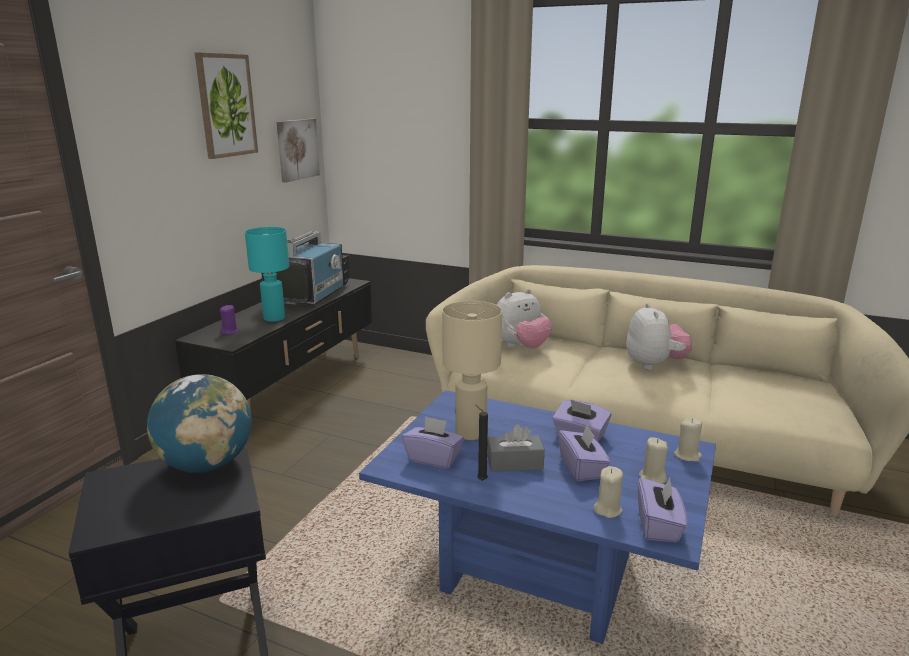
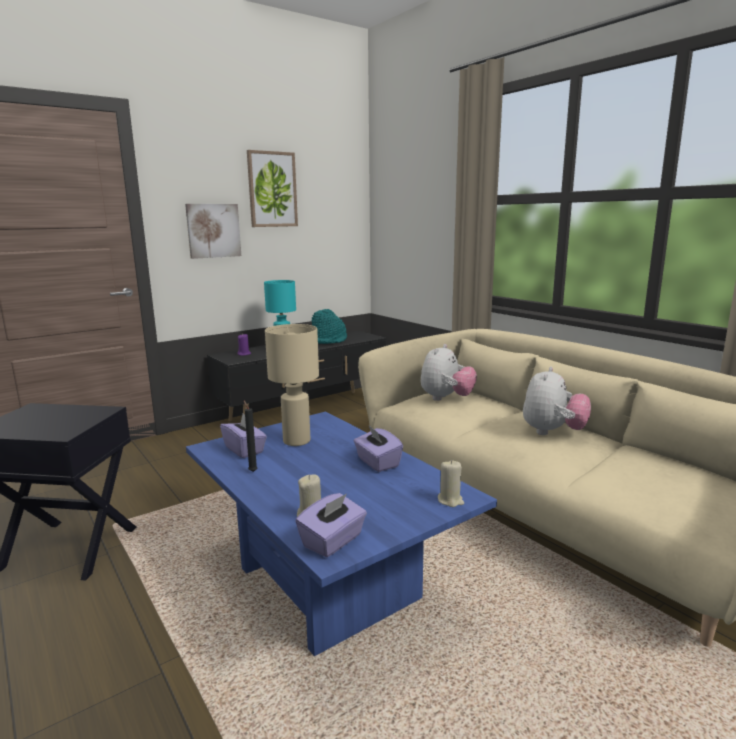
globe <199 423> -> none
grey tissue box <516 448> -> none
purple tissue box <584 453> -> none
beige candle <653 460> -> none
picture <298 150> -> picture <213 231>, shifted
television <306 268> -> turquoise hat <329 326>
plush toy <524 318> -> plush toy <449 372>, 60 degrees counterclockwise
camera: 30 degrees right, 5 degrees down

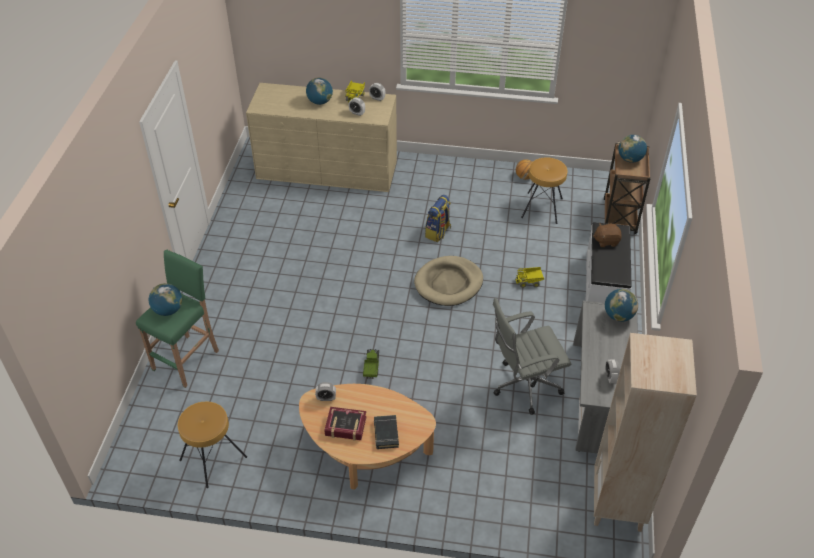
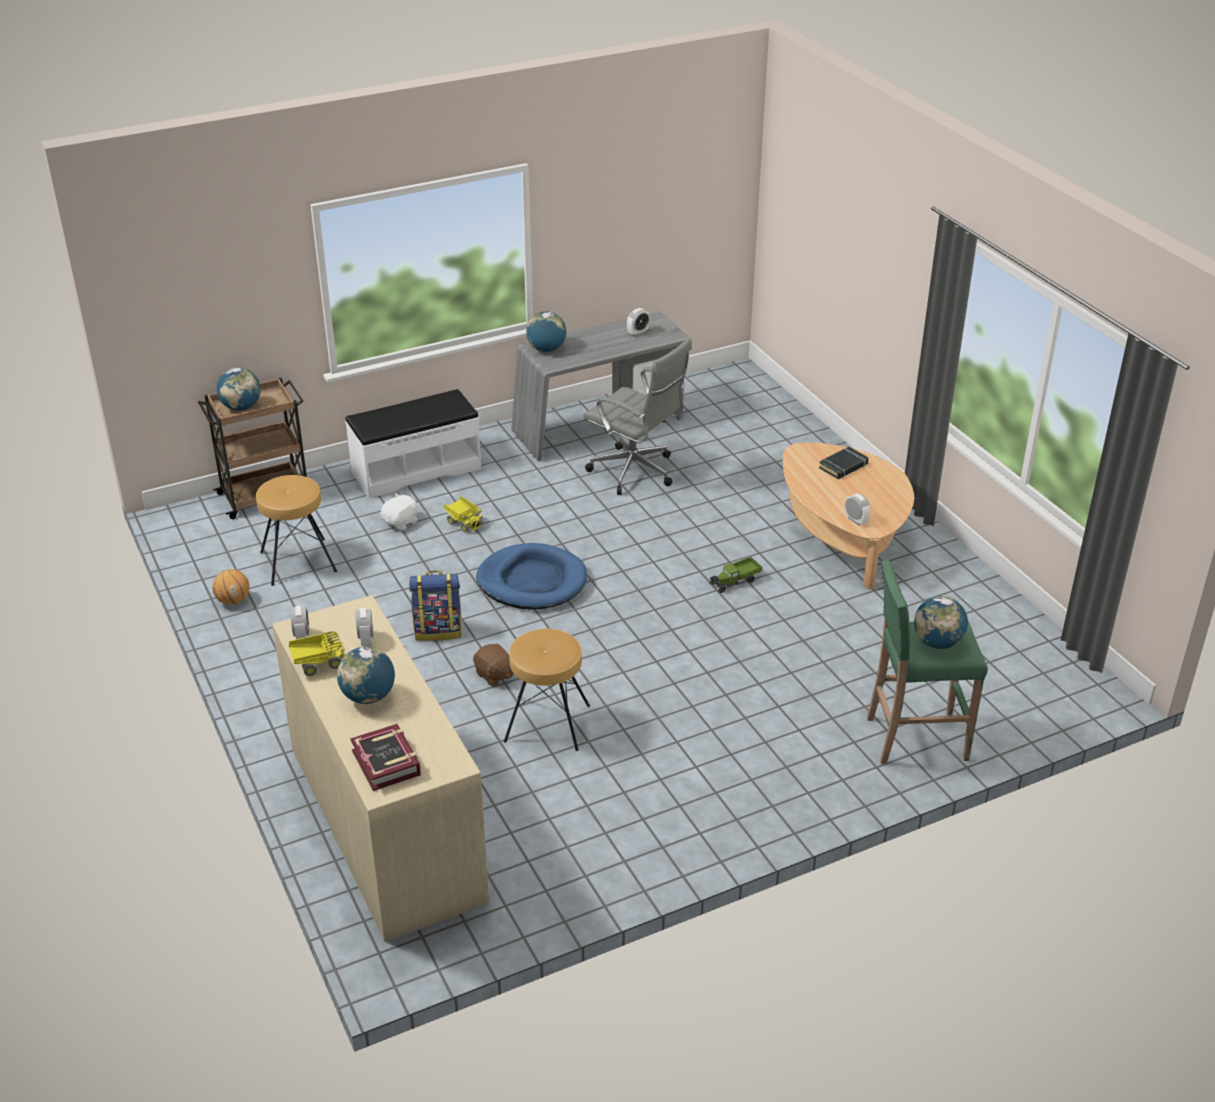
beige bookcase <645 432> -> none
none -> white plush toy <399 512>
brown stool <212 445> -> brown stool <547 689>, shifted
book <345 424> -> book <385 757>, shifted
brown plush toy <607 235> -> brown plush toy <493 665>, shifted
beige dog bed <448 281> -> blue dog bed <531 576>
camera: 125 degrees left, 10 degrees down

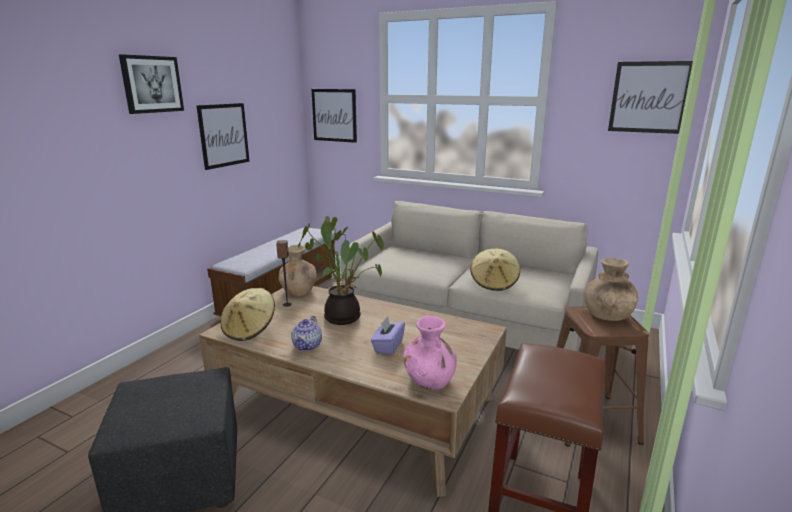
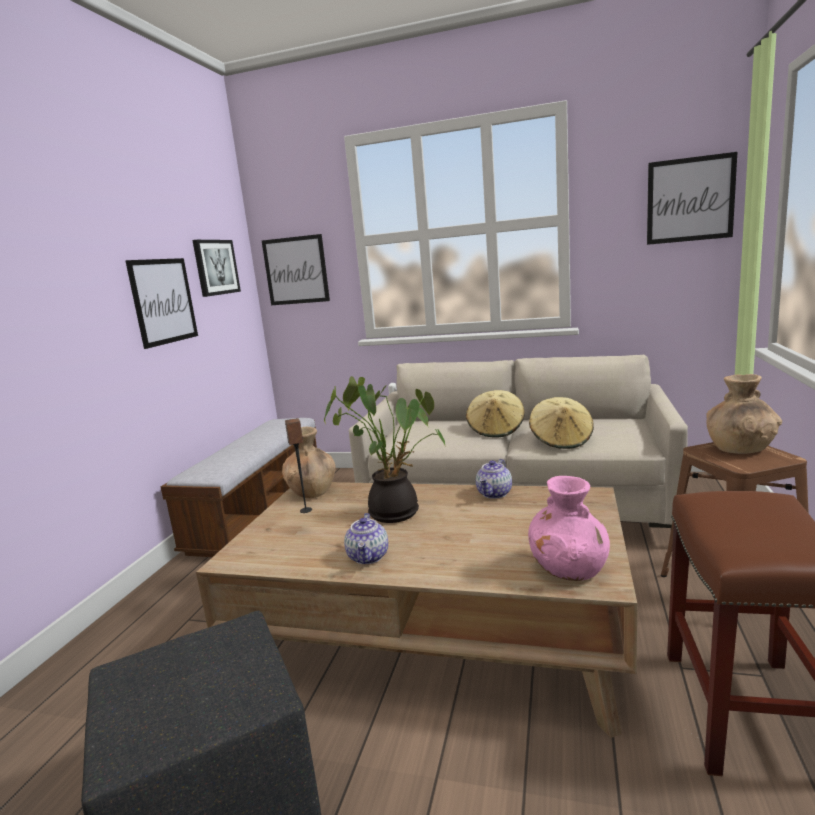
purple tissue box <388 335> -> none
none -> teapot <494 479>
picture <151 84> -> picture <216 268>, shifted
beige hat <247 314> -> beige hat <495 414>, shifted
camera: 10 degrees left, 5 degrees down

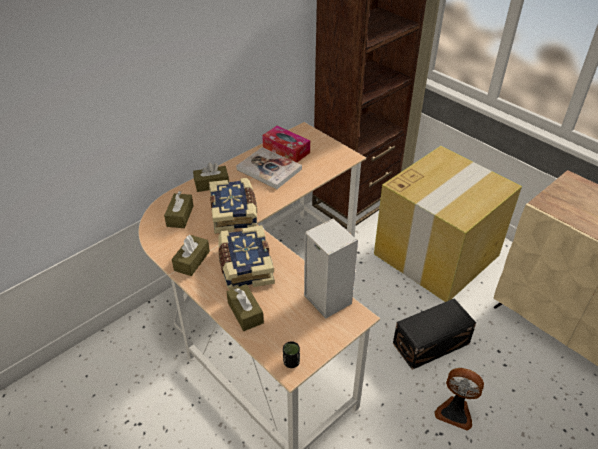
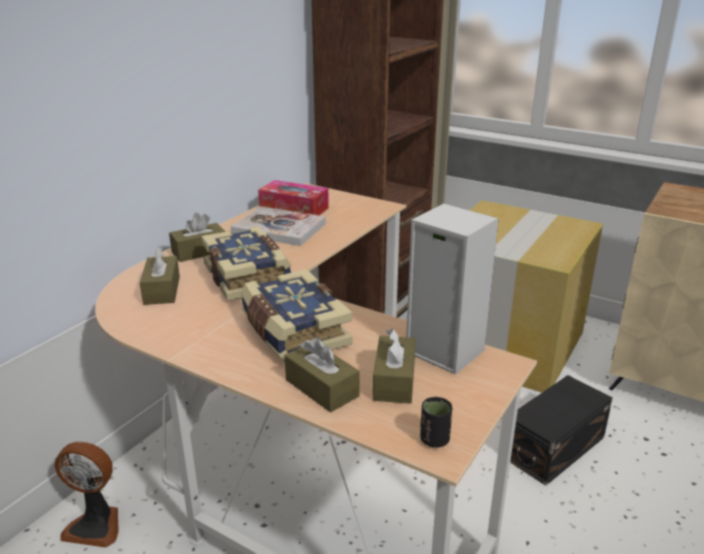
brown tissue box <191 255> -> brown tissue box <394 366>, shifted
fan <459 399> -> fan <86 495>, shifted
camera: 15 degrees left, 15 degrees down

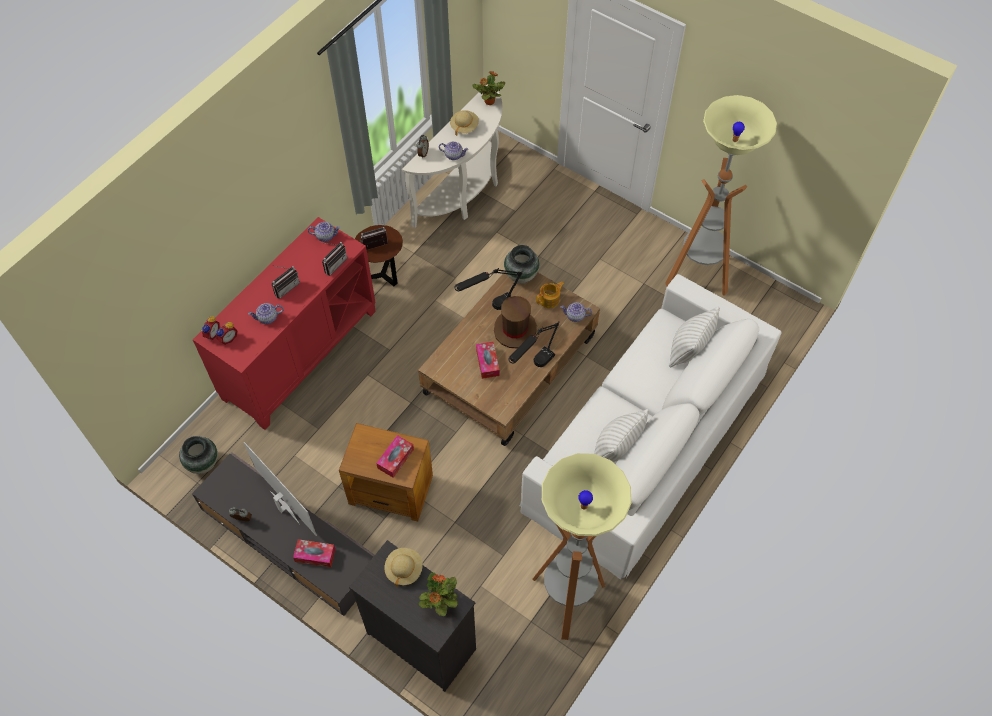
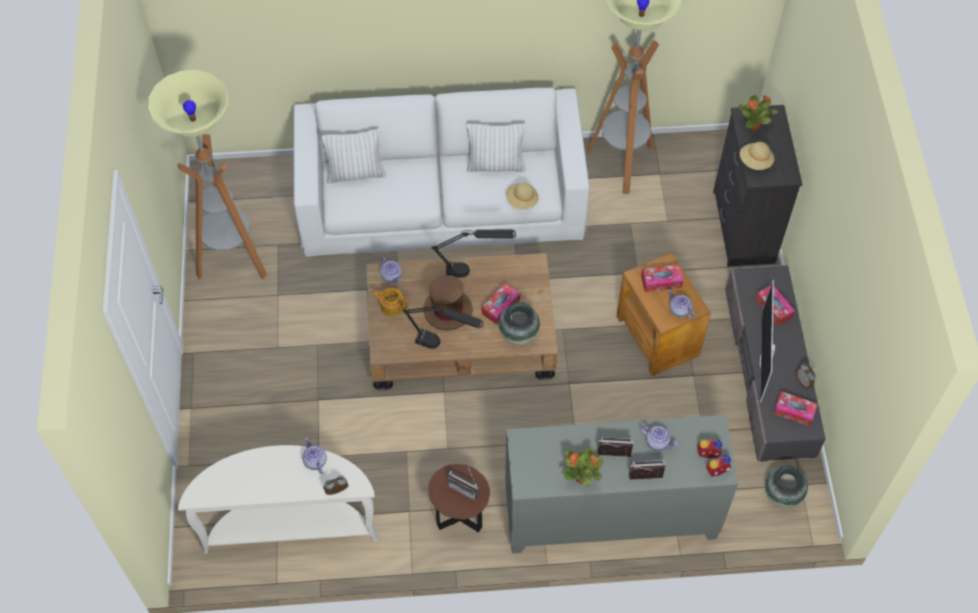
none -> tissue box <795 408>
teapot <324 232> -> teapot <681 304>, shifted
radio <334 259> -> radio <647 470>, shifted
beige hat <464 123> -> beige hat <522 196>, shifted
potted plant <489 88> -> potted plant <583 466>, shifted
vase <521 264> -> vase <519 323>, shifted
red cabinet <284 323> -> grey cabinet <621 484>
camera: 130 degrees left, 0 degrees up

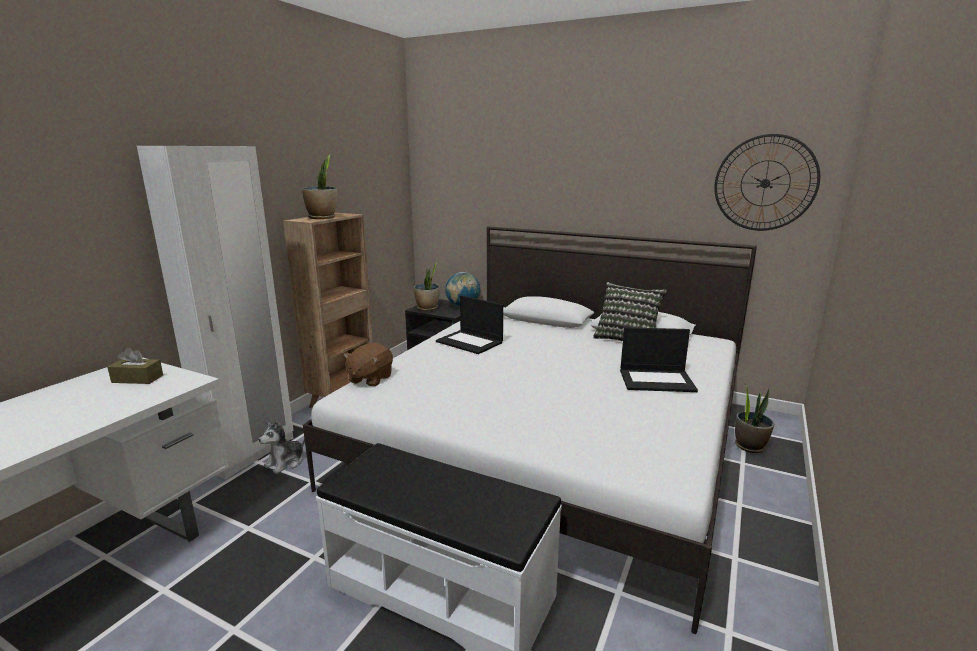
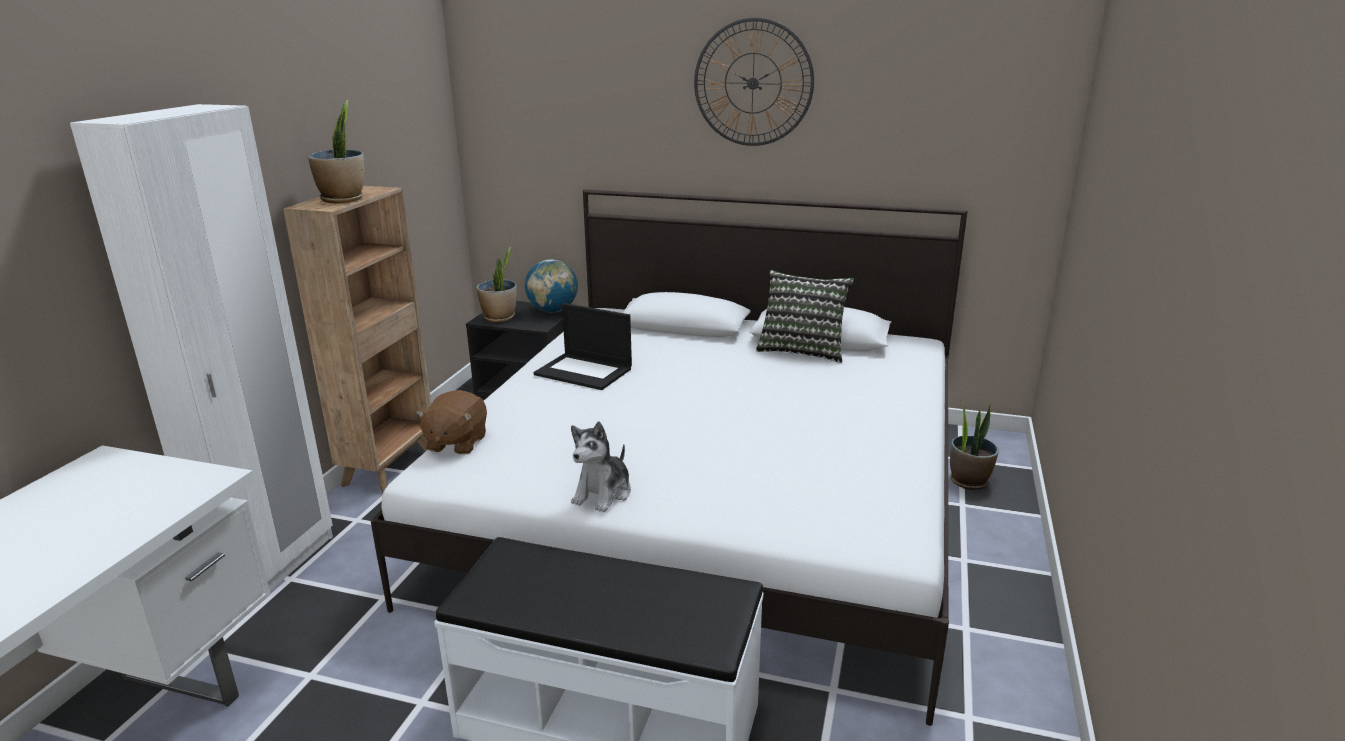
brown tissue box <135 366> -> none
laptop <659 359> -> none
plush toy <282 447> -> plush toy <601 466>, shifted
wall clock <767 182> -> wall clock <754 82>, shifted
camera: 10 degrees left, 5 degrees up

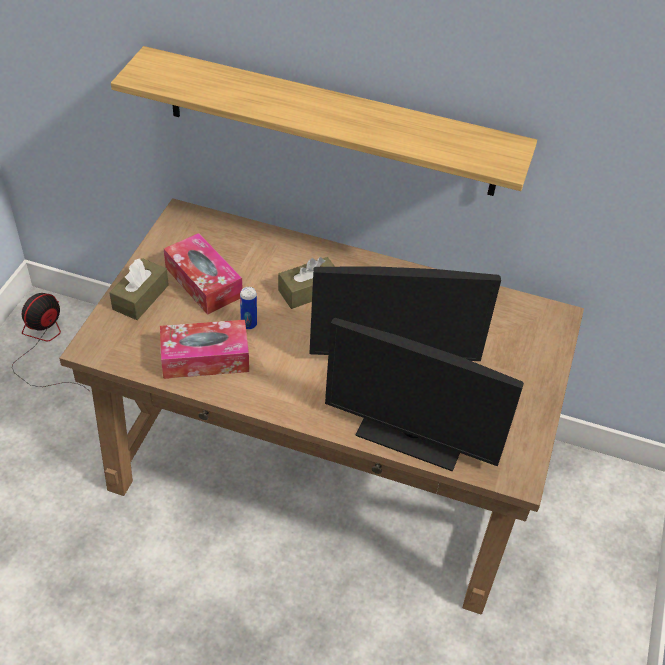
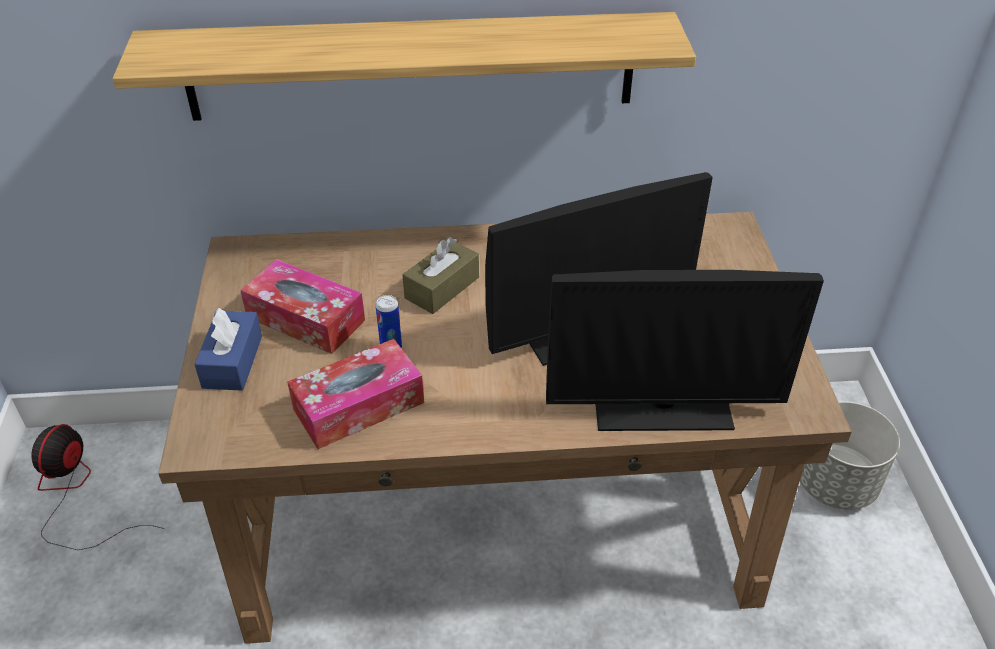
none -> grey planter <850 455>
brown tissue box <139 289> -> blue tissue box <228 349>
camera: 20 degrees left, 5 degrees down

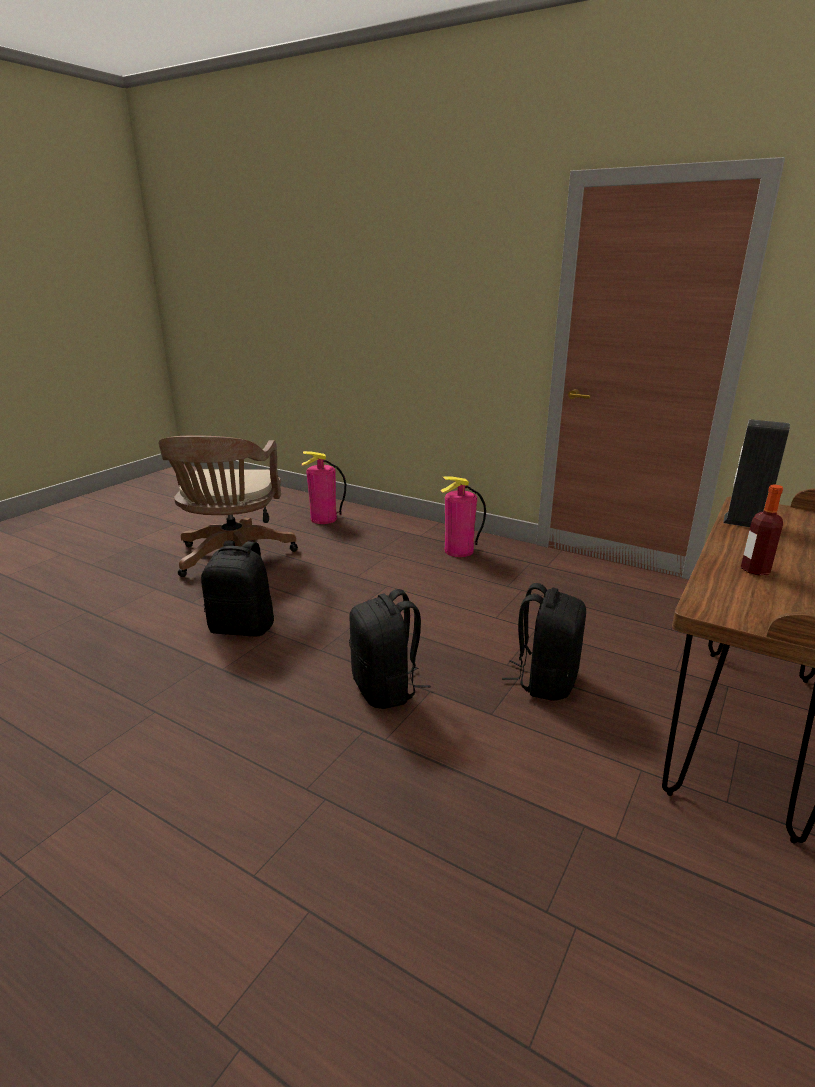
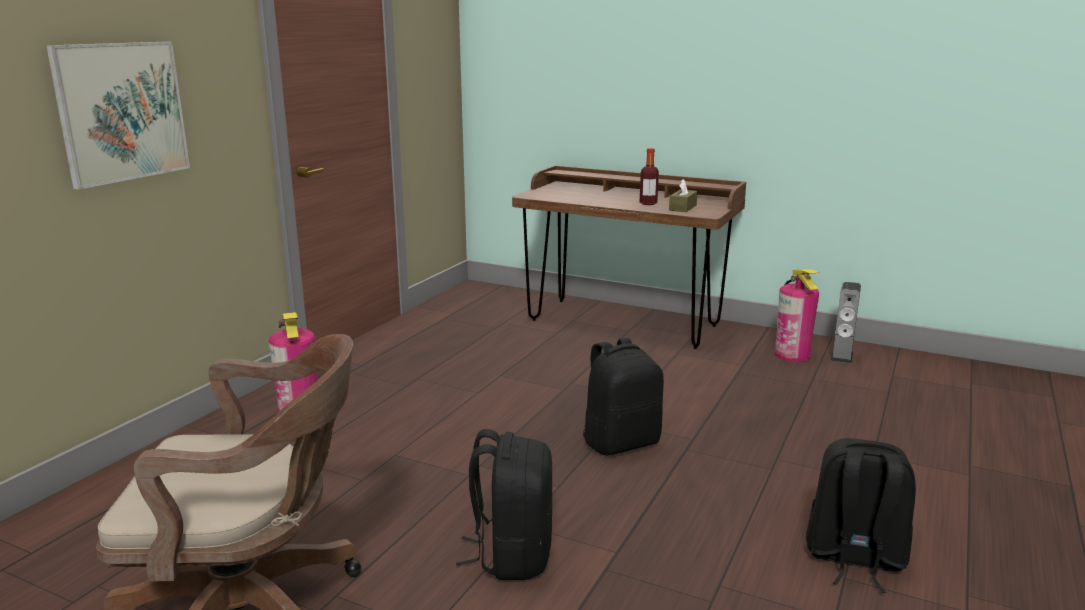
none -> picture <118 116>
none -> brown tissue box <683 195>
fire extinguisher <324 487> -> fire extinguisher <797 315>, shifted
black backpack <544 642> -> black backpack <861 515>, shifted
speaker <756 473> -> speaker <846 323>, shifted
camera: 95 degrees left, 5 degrees down

